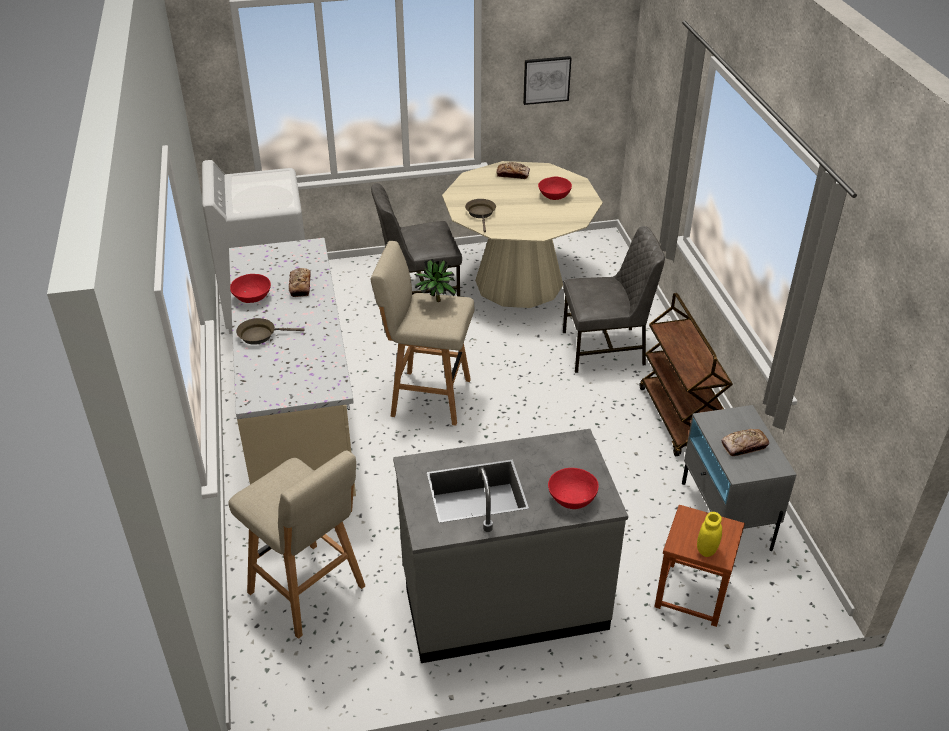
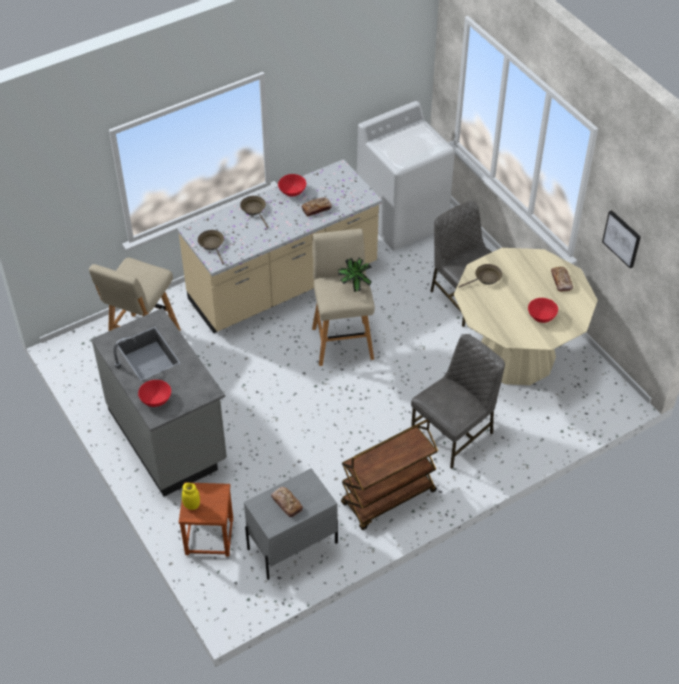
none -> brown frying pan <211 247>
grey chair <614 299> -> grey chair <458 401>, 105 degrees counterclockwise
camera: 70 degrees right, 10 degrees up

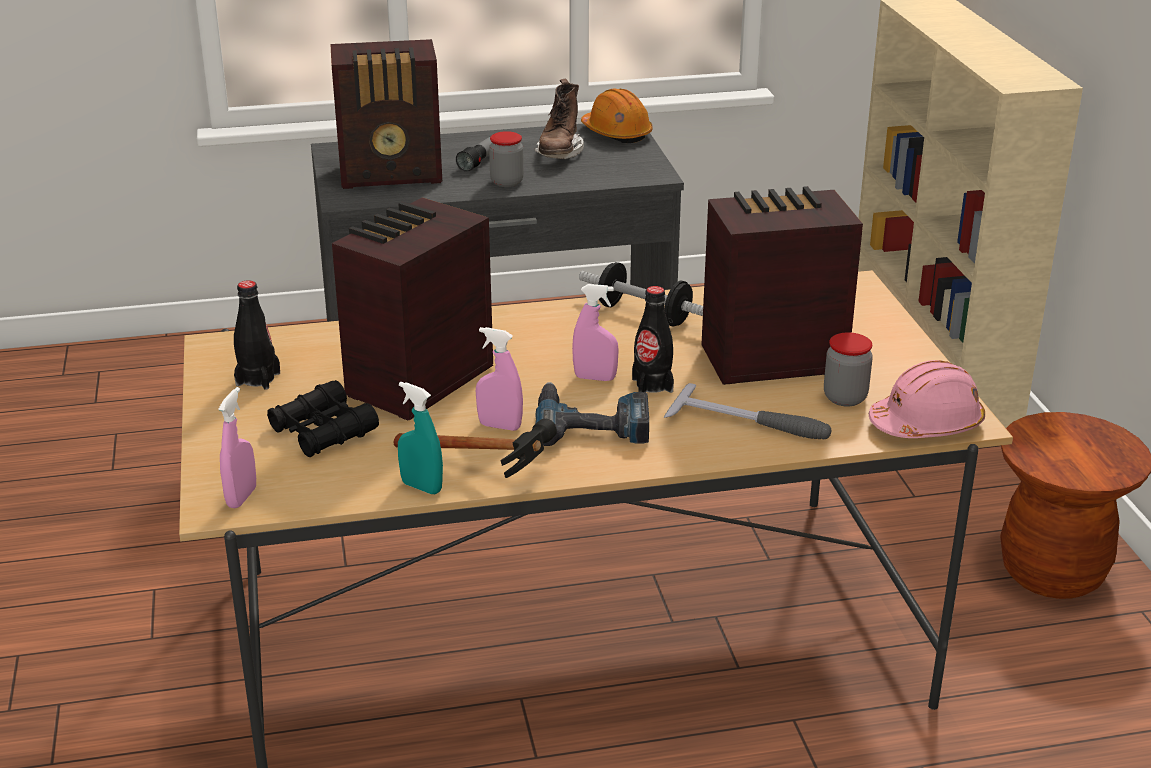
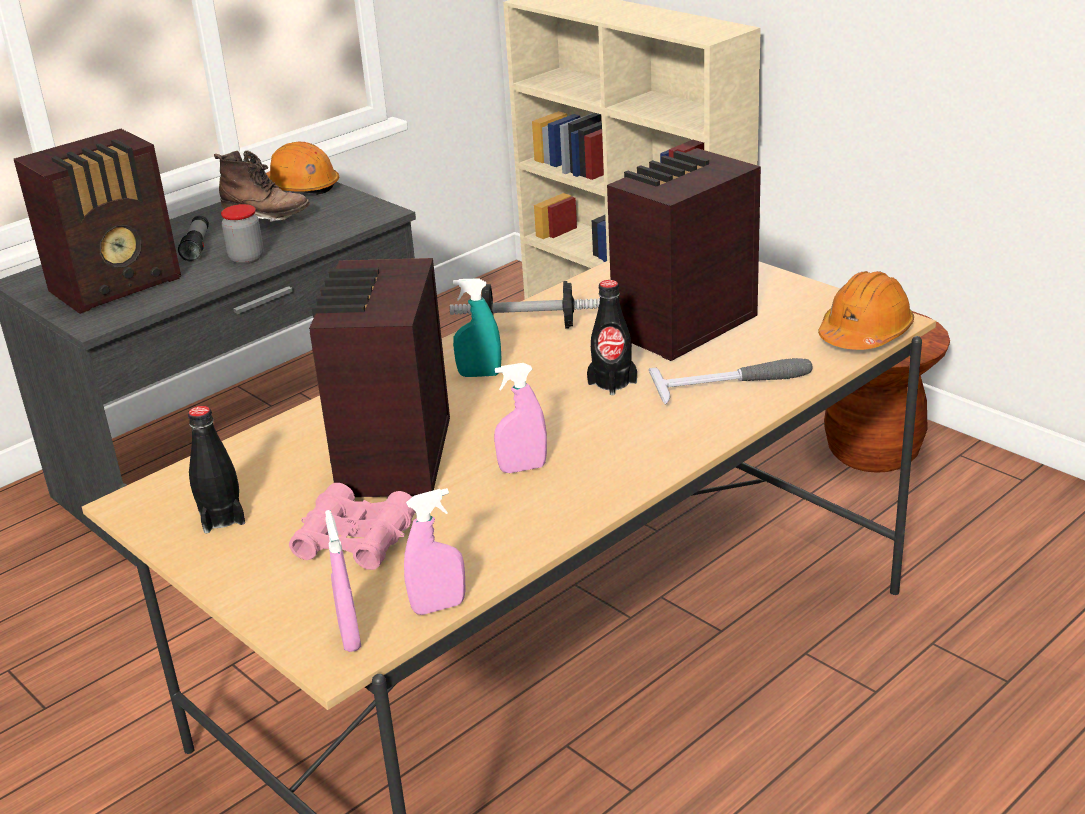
hammer <475 448> -> none
power drill <592 414> -> none
jar <848 369> -> none
turquoise spray bottle <420 438> -> turquoise spray bottle <477 327>, shifted
pink spray bottle <595 332> -> pink spray bottle <435 551>, shifted
black binoculars <323 418> -> pink binoculars <352 526>
pink hard hat <927 399> -> orange hard hat <866 310>
brown boot <559 119> -> brown boot <262 186>, 45 degrees counterclockwise
camera: 30 degrees left, 0 degrees up

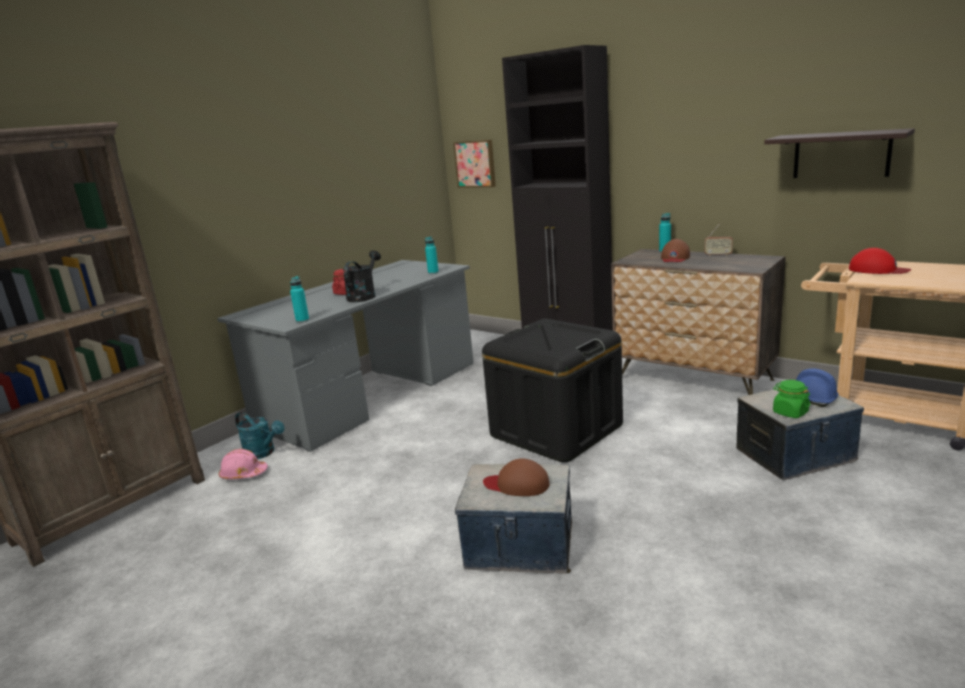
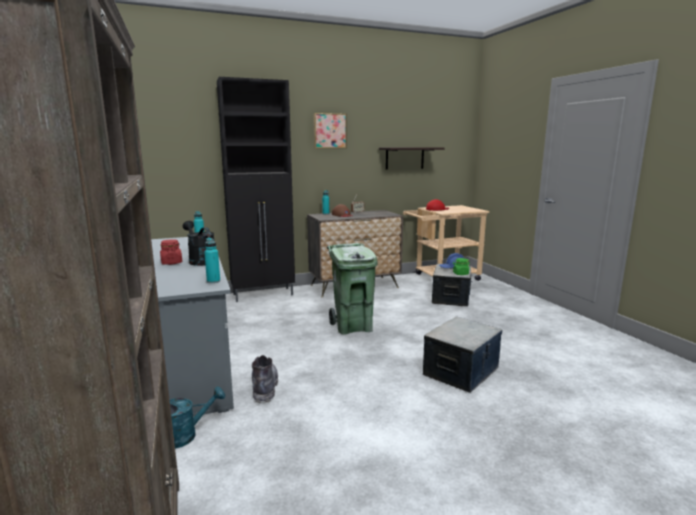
pink hard hat <243 464> -> none
brown cap <516 477> -> none
none -> grey boot <264 379>
picture <474 164> -> picture <330 130>, shifted
black storage box <552 390> -> green trash can <352 289>
camera: 60 degrees left, 5 degrees down

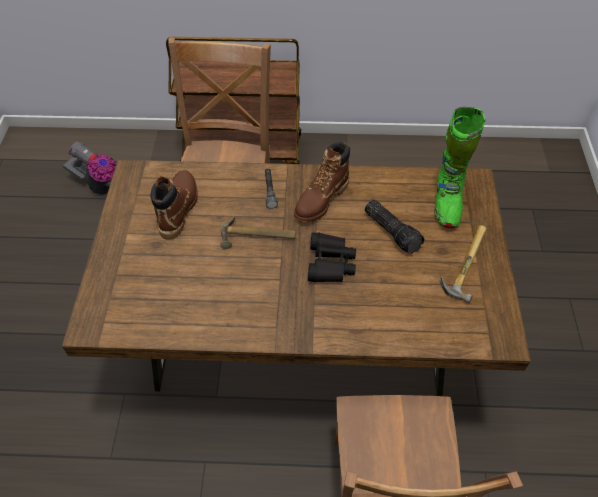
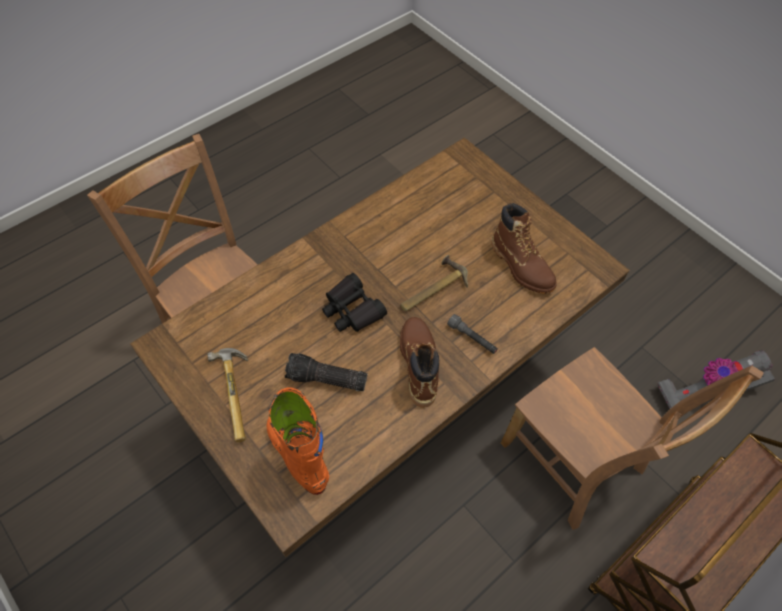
green boot <459 167> -> orange boot <297 441>
camera: 135 degrees right, 5 degrees up

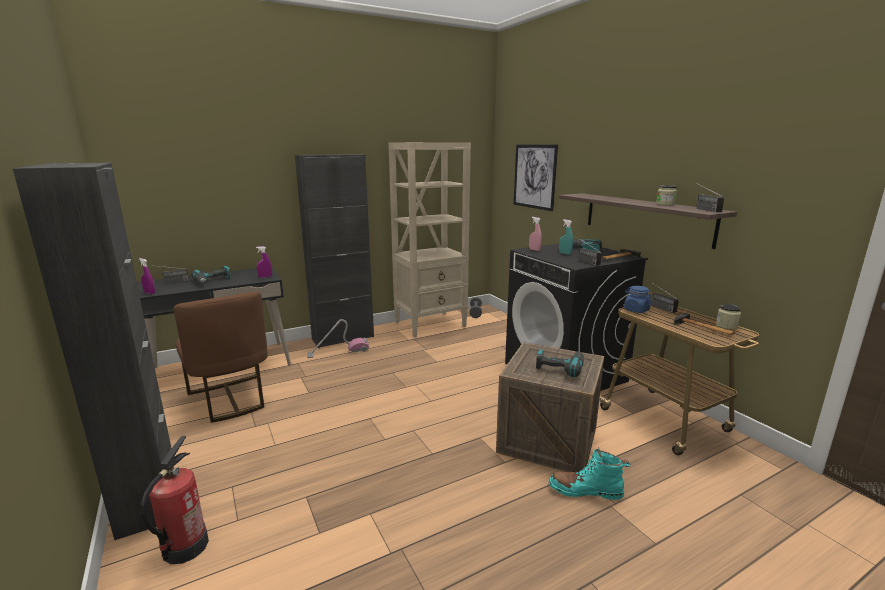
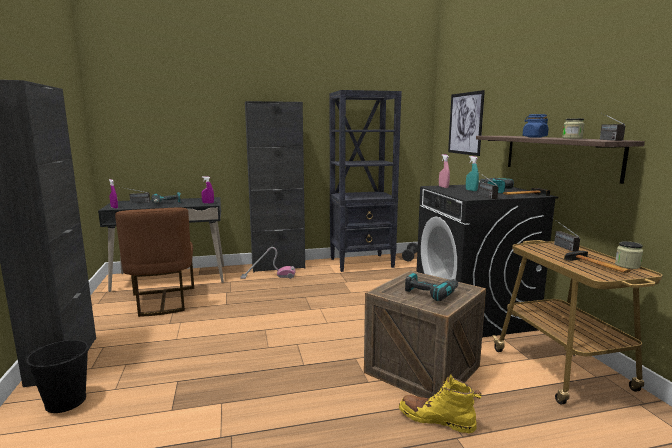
blue jar <638 299> -> blue jar <536 126>, shifted
fire extinguisher <174 500> -> black bucket <57 376>
beige bookcase <429 240> -> black bookcase <365 181>
turquoise boot <589 473> -> yellow boot <440 403>
camera: 15 degrees right, 5 degrees down

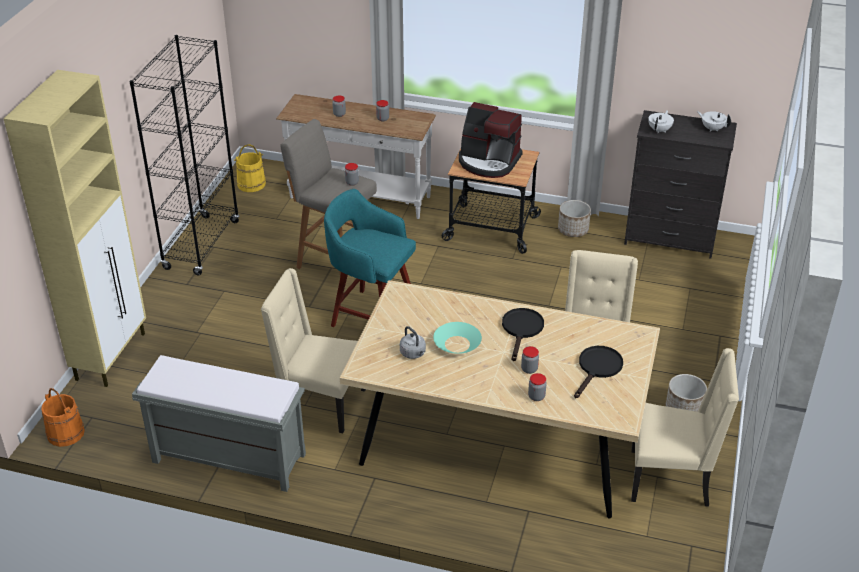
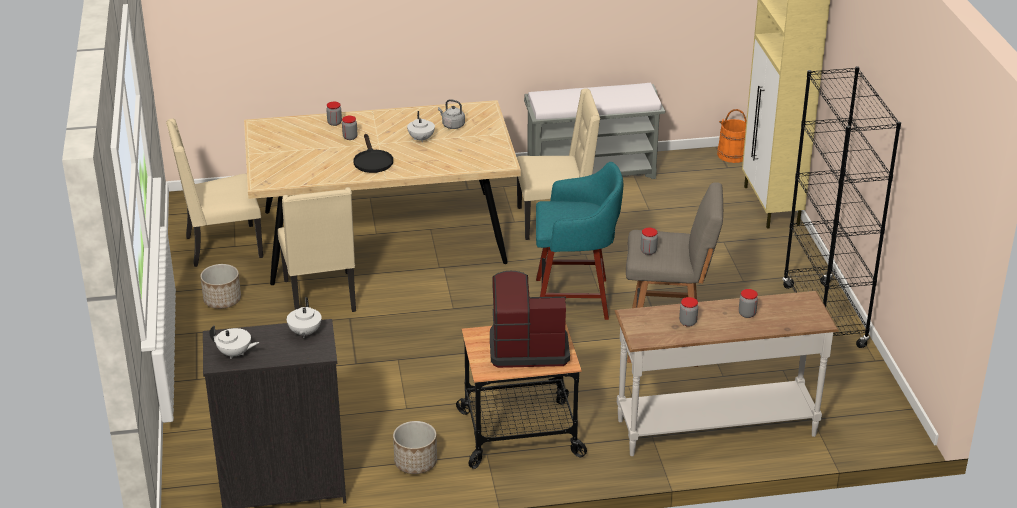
yellow bucket <250 168> -> none
black frying pan <598 372> -> none
turquoise bowl <457 338> -> white teapot <421 127>
camera: 155 degrees right, 5 degrees down

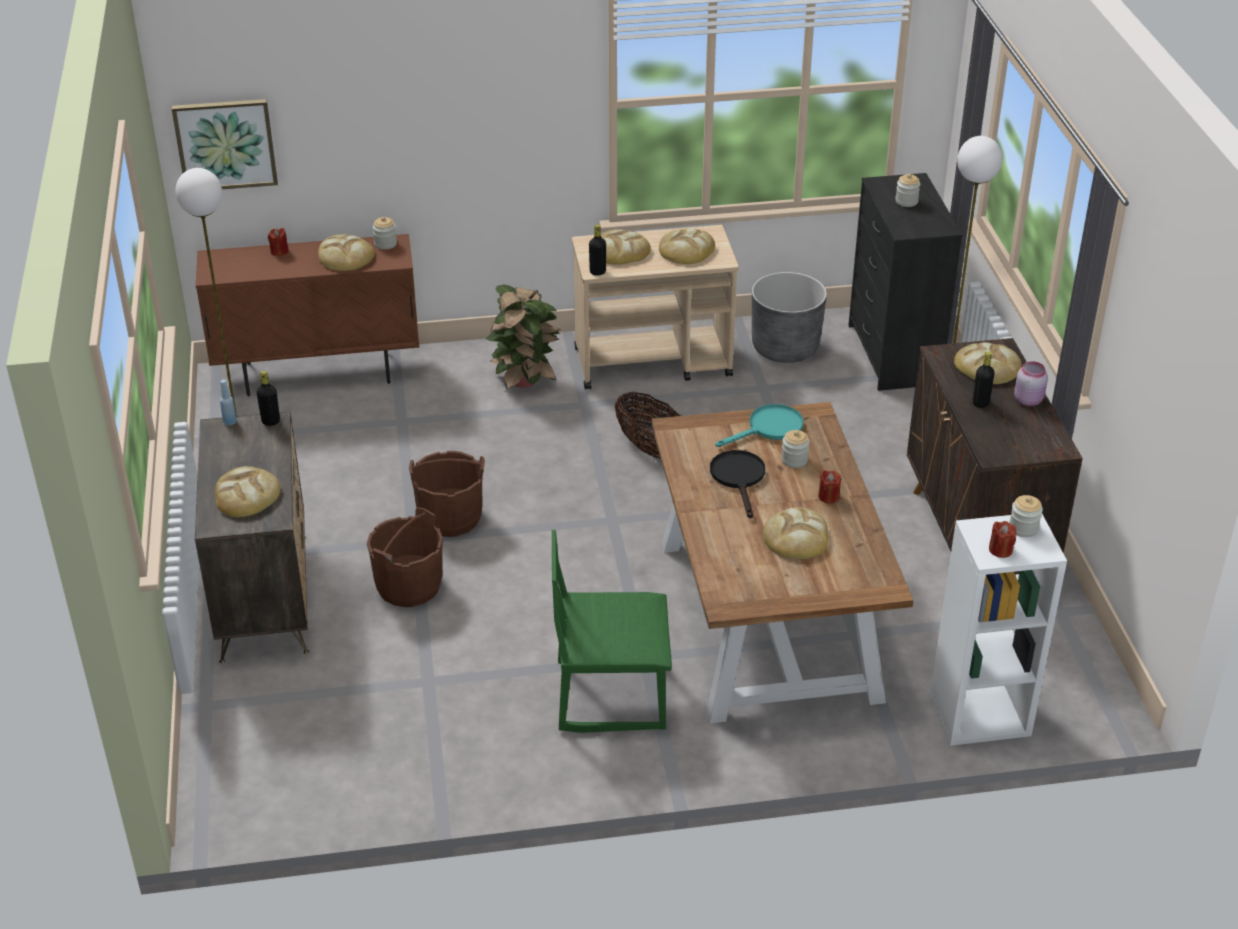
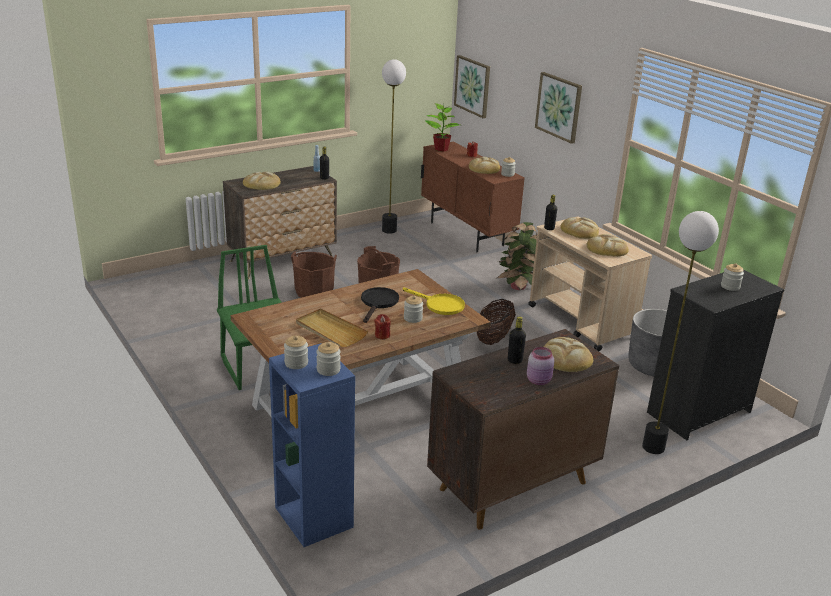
none -> potted plant <442 127>
none -> picture <558 108>
bread <796 533> -> beige tray <332 327>
red candle <1002 539> -> jar <296 352>
turquoise frying pan <759 425> -> yellow frying pan <434 301>
white bookcase <998 629> -> blue bookcase <312 445>
black frying pan <737 484> -> black frying pan <380 305>, 45 degrees counterclockwise
camera: 65 degrees right, 10 degrees down

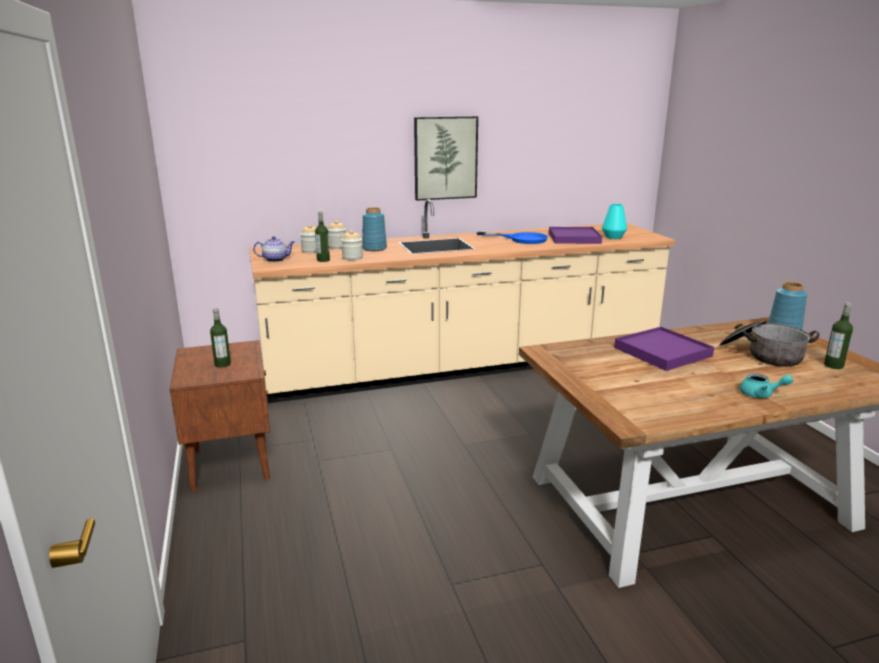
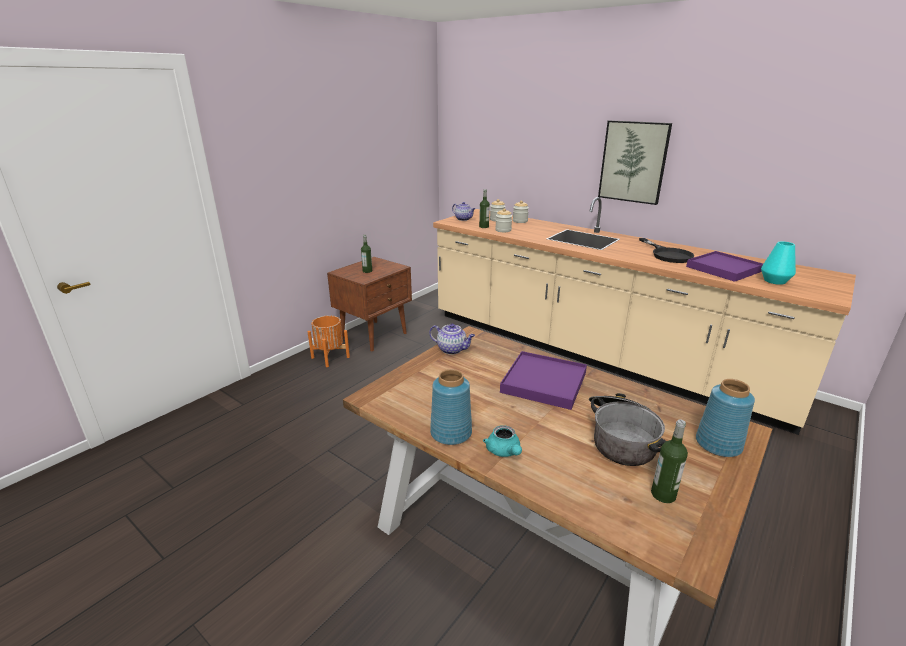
none -> orange planter <329 341>
none -> teapot <452 339>
blue vase <374 229> -> blue vase <451 407>, shifted
blue frying pan <512 238> -> black frying pan <667 250>
camera: 55 degrees right, 5 degrees up

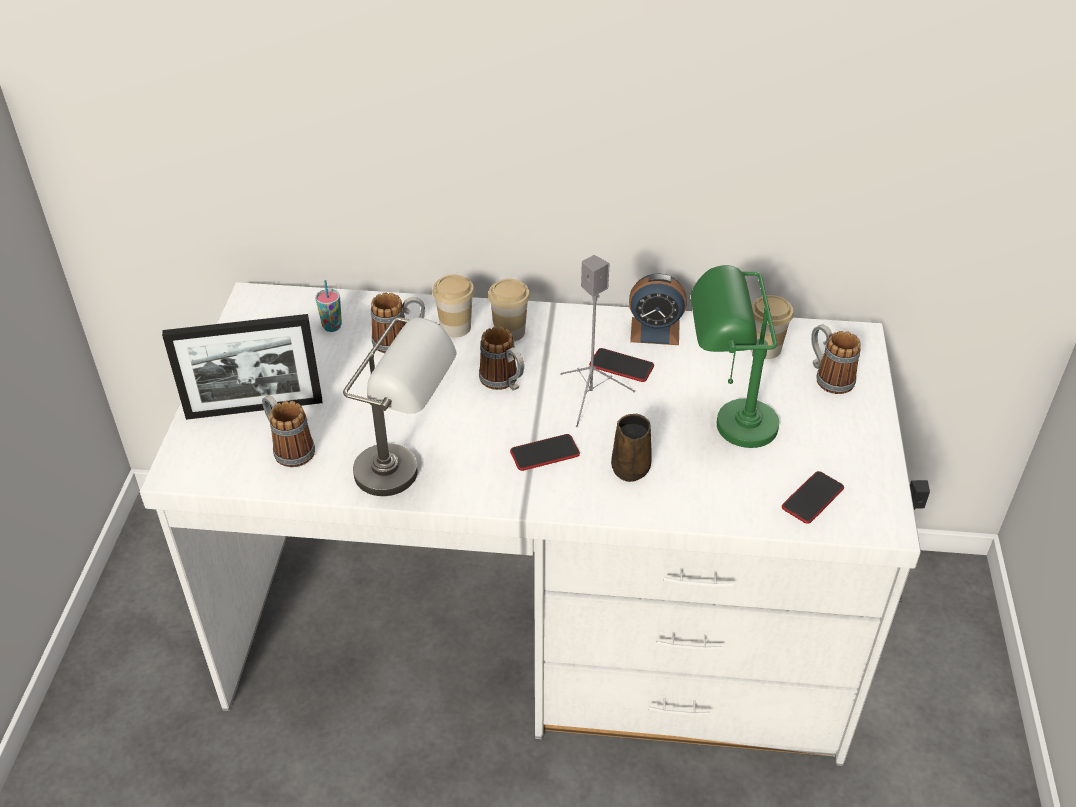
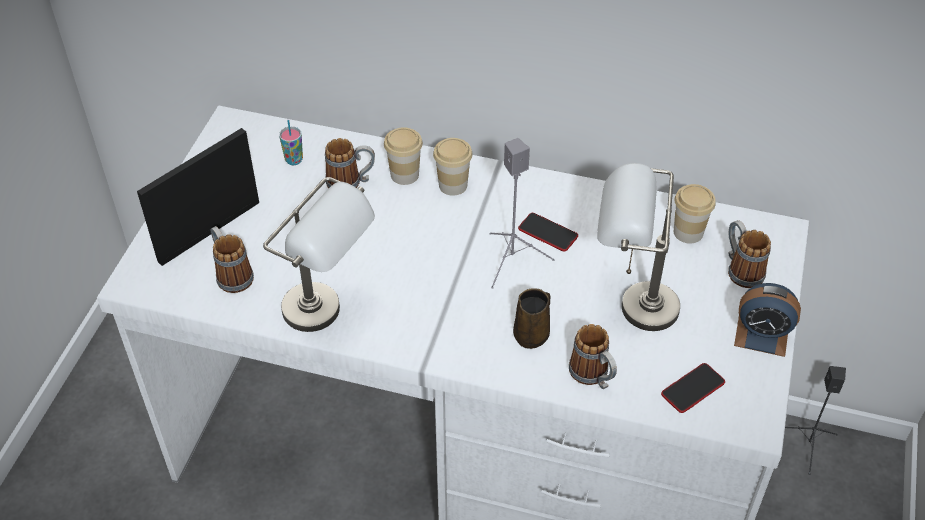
phone <545 452> -> none
mug <501 359> -> mug <593 356>, shifted
alarm clock <658 309> -> alarm clock <767 320>, shifted
green table lamp <735 356> -> grey table lamp <638 247>
picture frame <242 367> -> picture frame <198 197>, 135 degrees clockwise
camera: 10 degrees right, 5 degrees up

